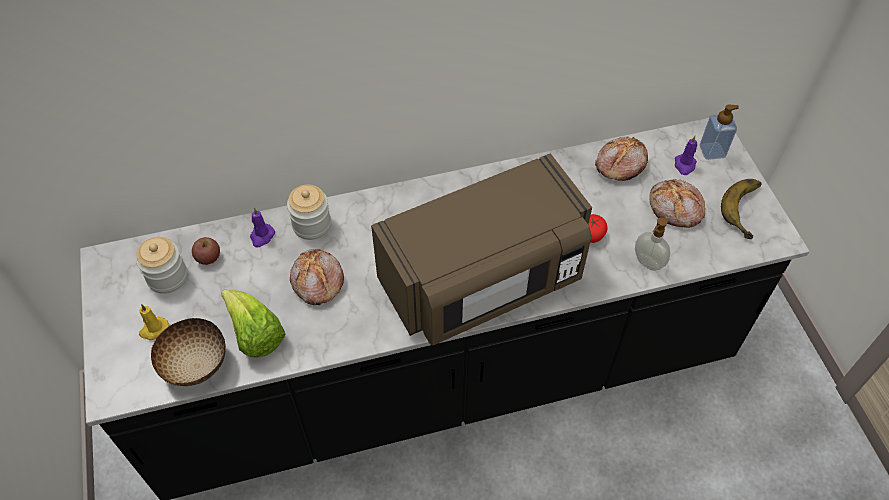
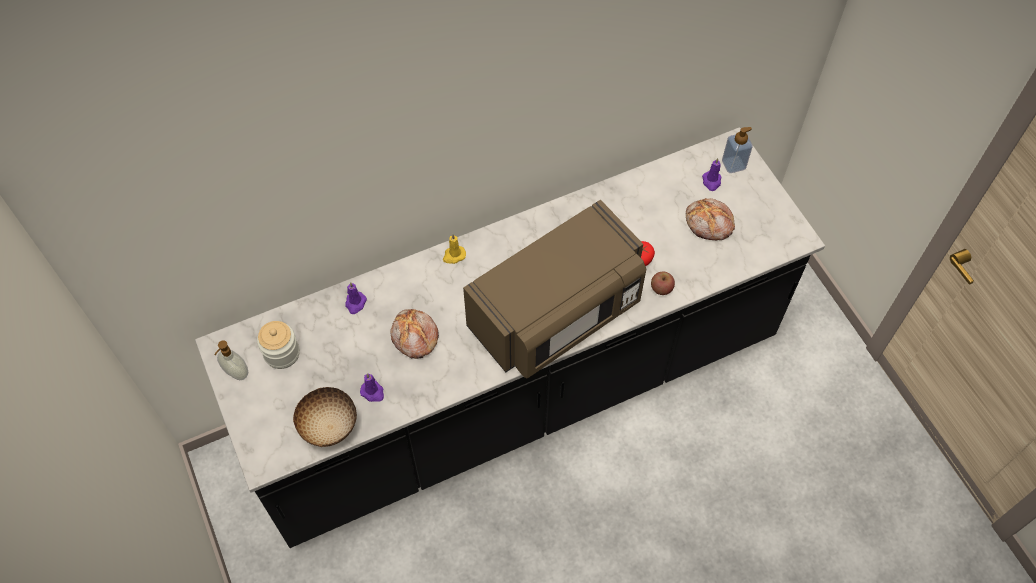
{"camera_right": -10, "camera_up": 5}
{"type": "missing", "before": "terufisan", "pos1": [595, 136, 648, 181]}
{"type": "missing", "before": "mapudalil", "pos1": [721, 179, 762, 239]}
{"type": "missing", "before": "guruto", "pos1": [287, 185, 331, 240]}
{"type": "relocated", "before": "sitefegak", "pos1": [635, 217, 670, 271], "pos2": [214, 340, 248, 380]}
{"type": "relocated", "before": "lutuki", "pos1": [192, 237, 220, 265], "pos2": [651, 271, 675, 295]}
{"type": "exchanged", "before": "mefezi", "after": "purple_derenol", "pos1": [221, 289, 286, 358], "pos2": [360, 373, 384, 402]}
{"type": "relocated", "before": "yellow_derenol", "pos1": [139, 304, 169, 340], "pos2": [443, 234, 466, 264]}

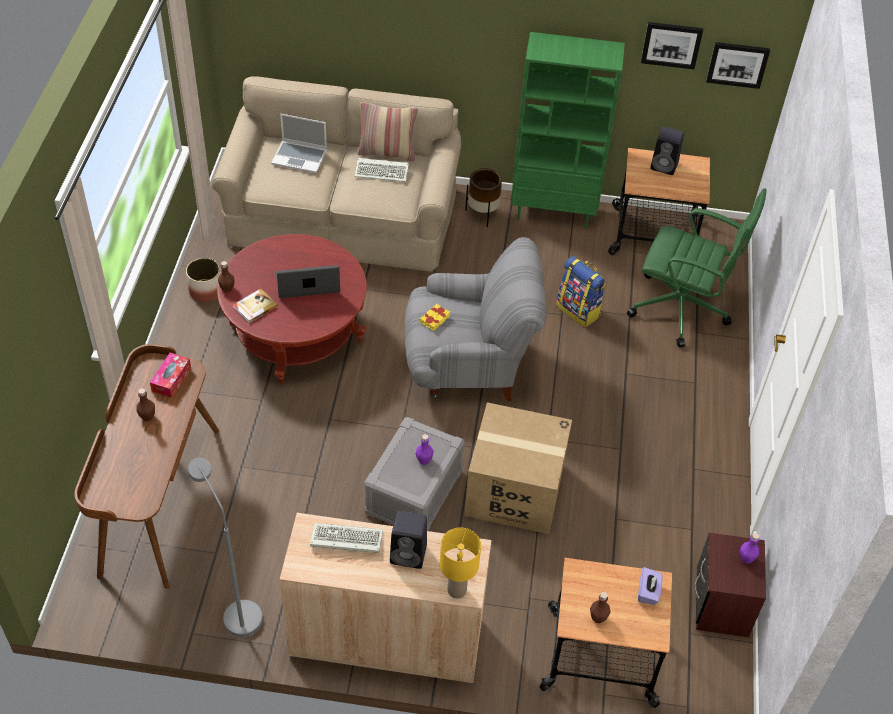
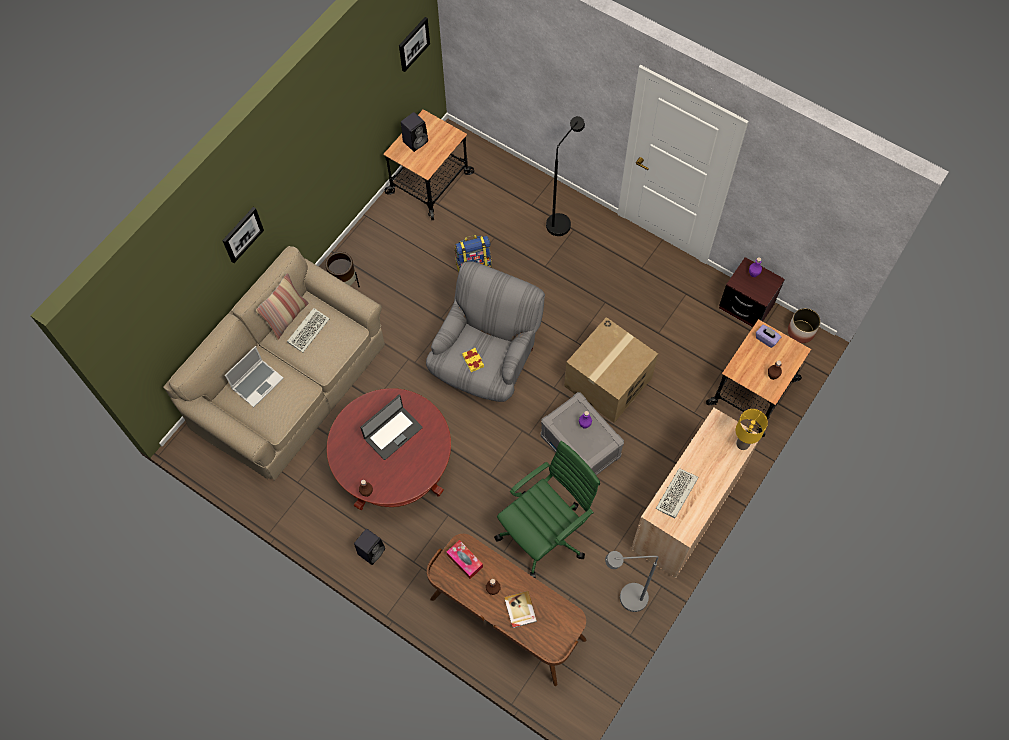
{"camera_right": -60, "camera_up": 15}
{"type": "relocated", "before": "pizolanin", "pos1": [641, 22, 703, 69], "pos2": [222, 207, 264, 263]}
{"type": "missing", "before": "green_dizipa", "pos1": [511, 32, 625, 229]}
{"type": "relocated", "before": "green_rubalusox", "pos1": [627, 188, 766, 348], "pos2": [494, 441, 600, 579]}
{"type": "relocated", "before": "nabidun", "pos1": [186, 258, 221, 302], "pos2": [788, 308, 821, 343]}
{"type": "spun", "before": "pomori", "pos1": [276, 265, 340, 298], "pos2": [360, 395, 423, 460], "turn": -150}
{"type": "relocated", "before": "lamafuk", "pos1": [233, 289, 278, 323], "pos2": [504, 591, 537, 628]}
{"type": "relocated", "before": "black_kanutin", "pos1": [390, 511, 427, 569], "pos2": [354, 529, 385, 565]}
{"type": "appeared", "after": "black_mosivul", "pos2": [546, 116, 585, 236]}

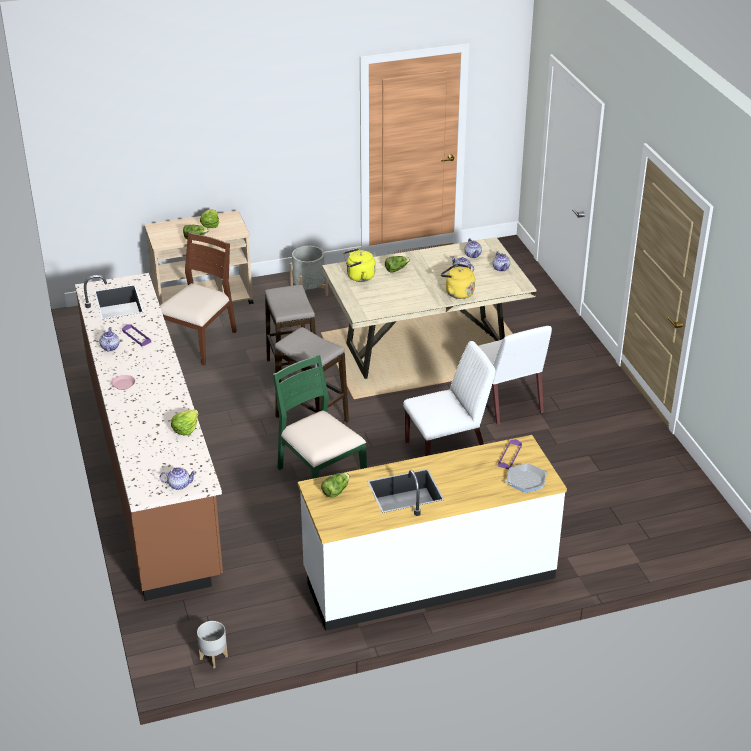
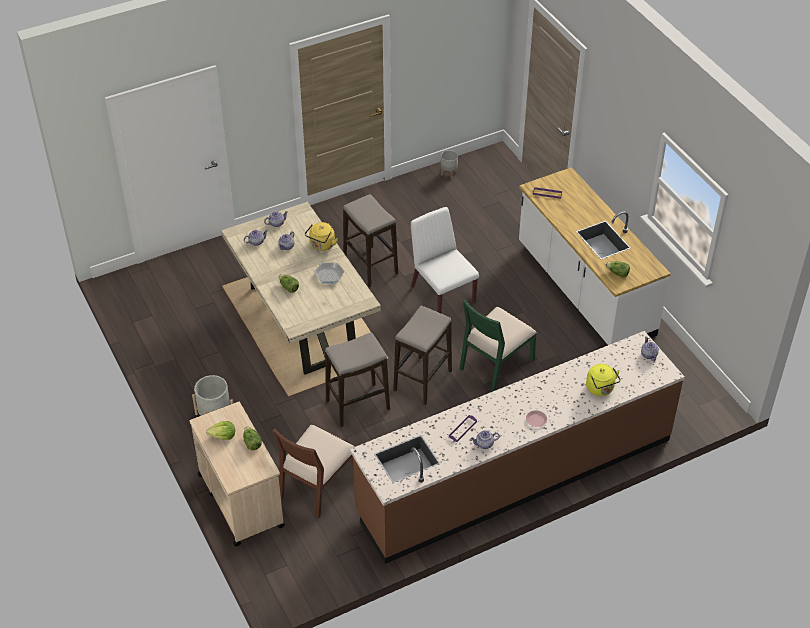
{"camera_right": -100, "camera_up": 10}
{"type": "spun", "before": "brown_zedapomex", "pos1": [160, 232, 237, 365], "pos2": [273, 425, 355, 519], "turn": -75}
{"type": "relocated", "before": "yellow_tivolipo", "pos1": [343, 248, 375, 282], "pos2": [586, 364, 621, 396]}
{"type": "exchanged", "before": "white_zedapomex", "after": "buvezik", "pos1": [479, 326, 552, 425], "pos2": [343, 194, 398, 287]}
{"type": "missing", "before": "mefezi", "pos1": [171, 409, 198, 435]}
{"type": "relocated", "before": "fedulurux", "pos1": [505, 463, 548, 493], "pos2": [314, 262, 344, 284]}
{"type": "relocated", "before": "grey_nabidun", "pos1": [197, 621, 228, 668], "pos2": [441, 150, 458, 179]}

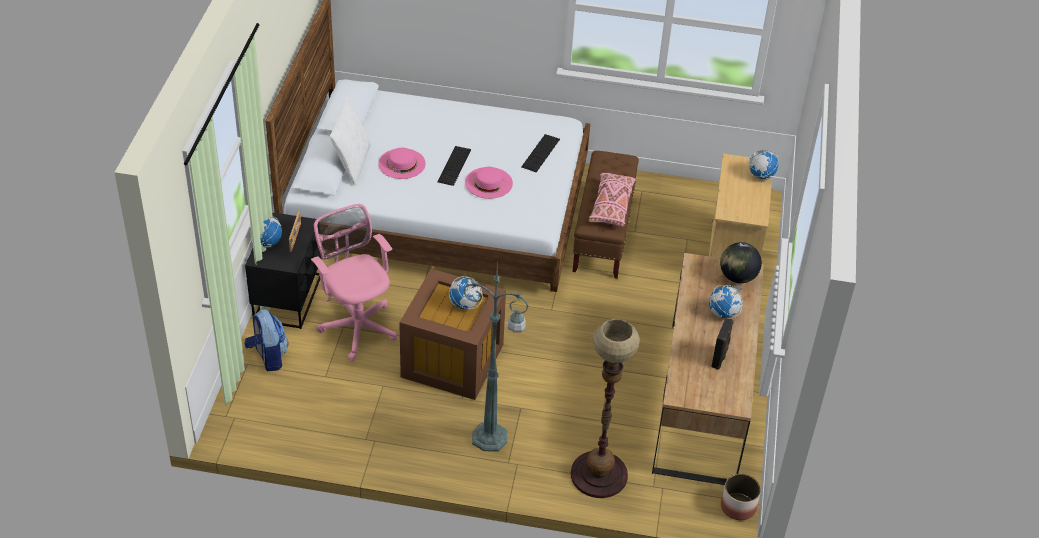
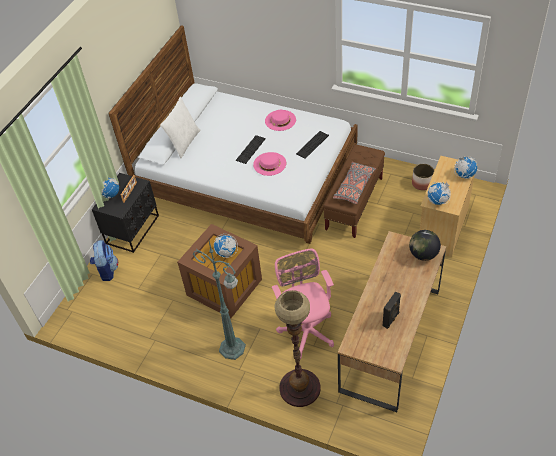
{"camera_right": 20, "camera_up": 5}
{"type": "relocated", "before": "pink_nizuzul", "pos1": [378, 148, 426, 179], "pos2": [265, 110, 296, 131]}
{"type": "colour", "before": "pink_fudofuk", "after": "grey_fudofuk", "pos1": [589, 172, 636, 227], "pos2": [333, 162, 376, 204]}
{"type": "relocated", "before": "pink_rubalusox", "pos1": [311, 204, 397, 361], "pos2": [272, 249, 334, 360]}
{"type": "relocated", "before": "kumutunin", "pos1": [709, 283, 743, 318], "pos2": [427, 182, 451, 205]}
{"type": "relocated", "before": "nabidun", "pos1": [721, 474, 761, 520], "pos2": [412, 164, 434, 191]}

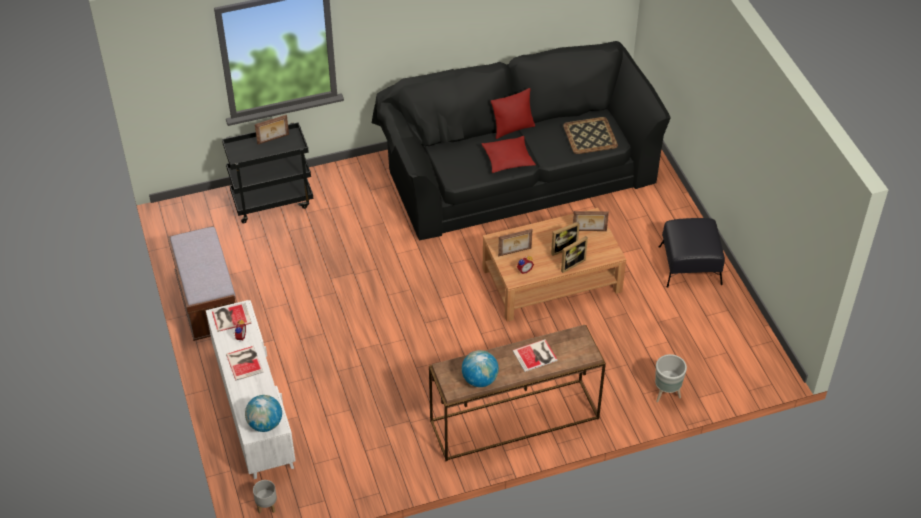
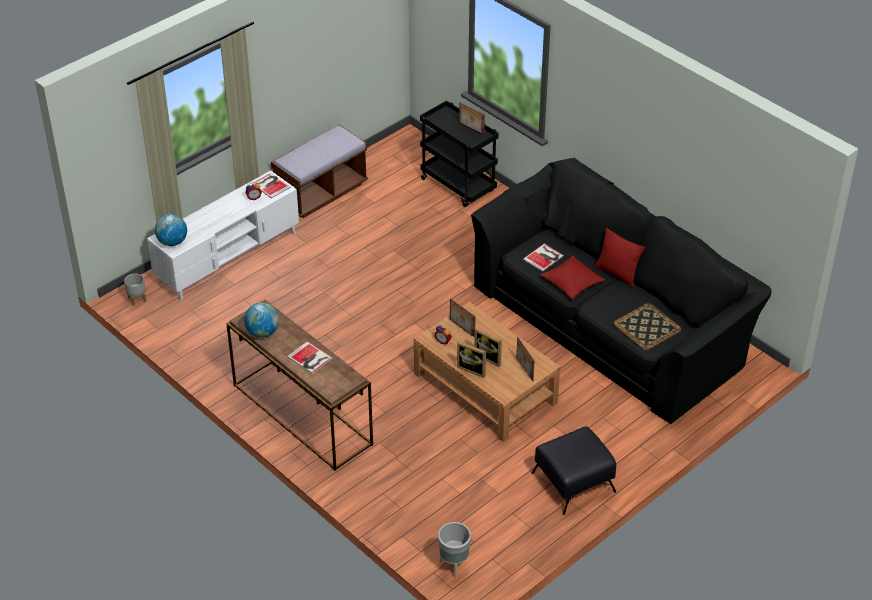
{"camera_right": 65, "camera_up": -5}
{"type": "relocated", "before": "lamafuk", "pos1": [226, 346, 264, 381], "pos2": [523, 244, 564, 272]}
{"type": "relocated", "before": "grey_nabidun", "pos1": [655, 354, 687, 402], "pos2": [438, 522, 471, 579]}

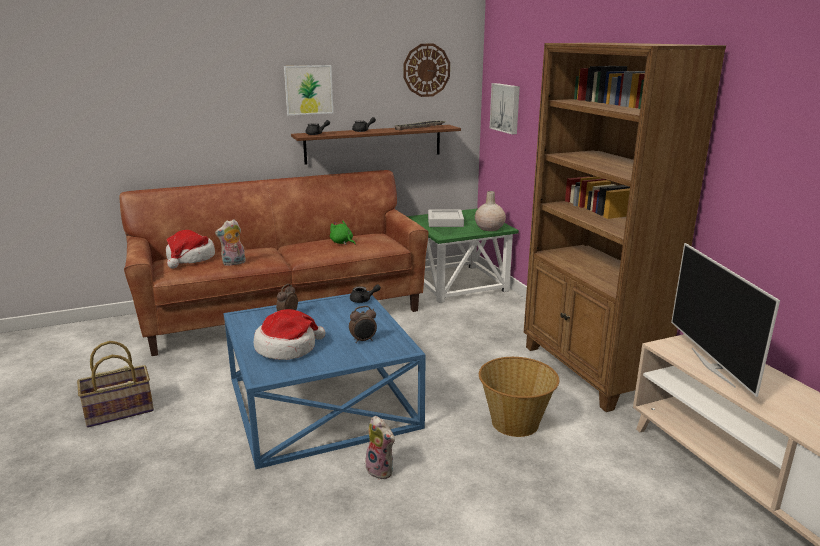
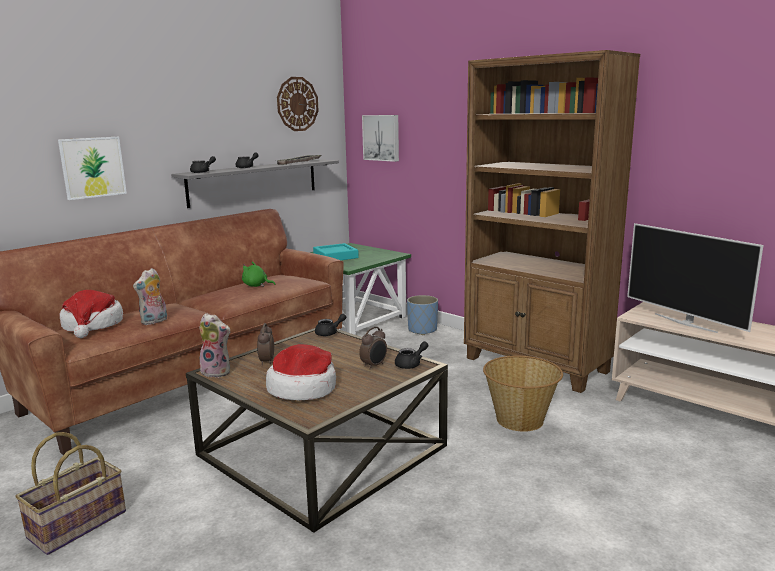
{"camera_right": -25, "camera_up": -5}
{"type": "relocated", "before": "pizolanin", "pos1": [284, 65, 333, 115], "pos2": [58, 137, 127, 200]}
{"type": "colour", "before": "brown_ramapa", "after": "grey_ramapa", "pos1": [291, 125, 461, 165], "pos2": [171, 159, 339, 208]}
{"type": "missing", "before": "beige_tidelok", "pos1": [475, 191, 506, 231]}
{"type": "colour", "before": "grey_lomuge", "after": "turquoise_lomuge", "pos1": [428, 210, 464, 227], "pos2": [313, 243, 359, 260]}
{"type": "colour", "before": "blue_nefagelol", "after": "brown_nefagelol", "pos1": [223, 291, 426, 469], "pos2": [186, 328, 448, 533]}
{"type": "relocated", "before": "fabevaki", "pos1": [366, 416, 395, 480], "pos2": [200, 313, 231, 378]}
{"type": "appeared", "after": "blue_nabidun", "pos2": [407, 295, 438, 335]}
{"type": "appeared", "after": "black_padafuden", "pos2": [395, 341, 429, 369]}

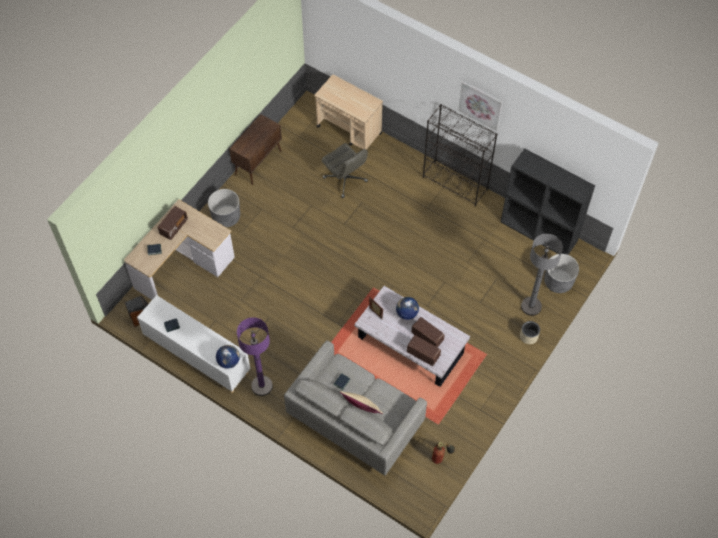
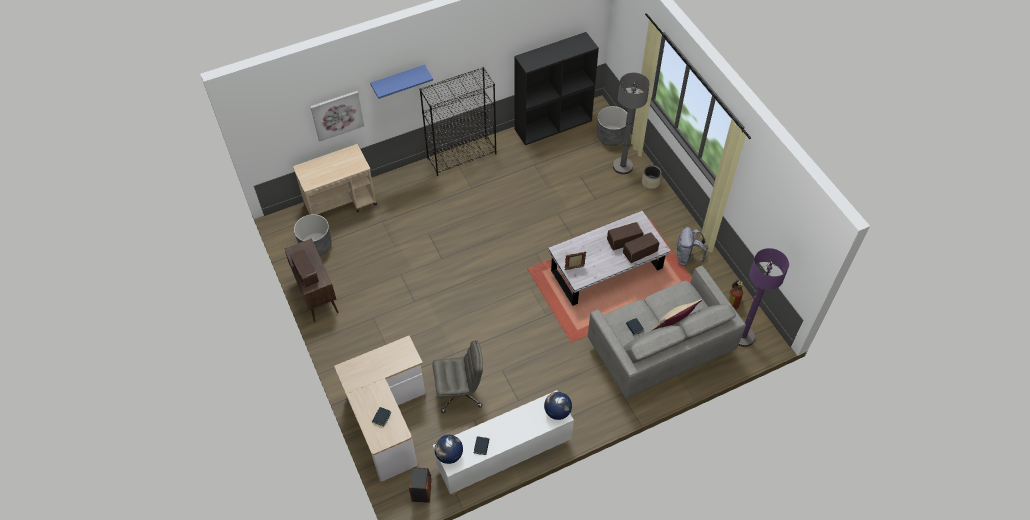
{"camera_right": -60, "camera_up": -5}
{"type": "relocated", "before": "pizolanin", "pos1": [458, 81, 503, 131], "pos2": [310, 91, 364, 142]}
{"type": "relocated", "before": "grey_rubalusox", "pos1": [322, 143, 368, 198], "pos2": [432, 340, 483, 413]}
{"type": "relocated", "before": "grey_nabidun", "pos1": [208, 189, 240, 228], "pos2": [294, 214, 332, 256]}
{"type": "relocated", "before": "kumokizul", "pos1": [158, 206, 188, 240], "pos2": [290, 250, 319, 287]}
{"type": "relocated", "before": "kumutunin", "pos1": [396, 297, 419, 320], "pos2": [434, 435, 463, 464]}
{"type": "relocated", "before": "purple_mosivul", "pos1": [237, 317, 273, 396], "pos2": [739, 248, 789, 347]}
{"type": "appeared", "after": "blue_ramapa", "pos2": [370, 65, 433, 99]}
{"type": "appeared", "after": "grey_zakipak", "pos2": [676, 227, 706, 266]}

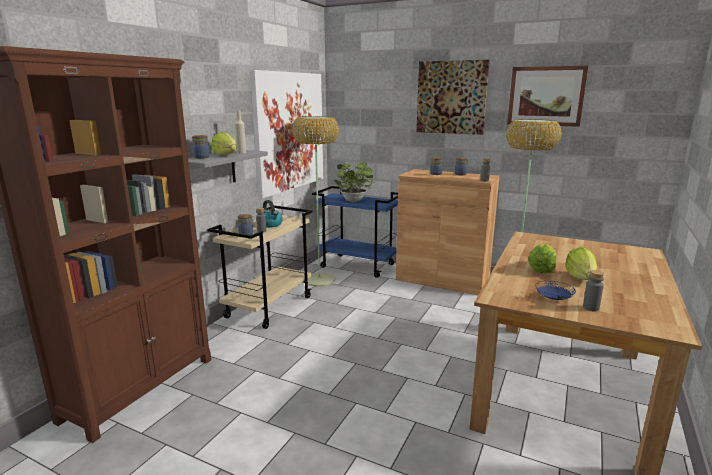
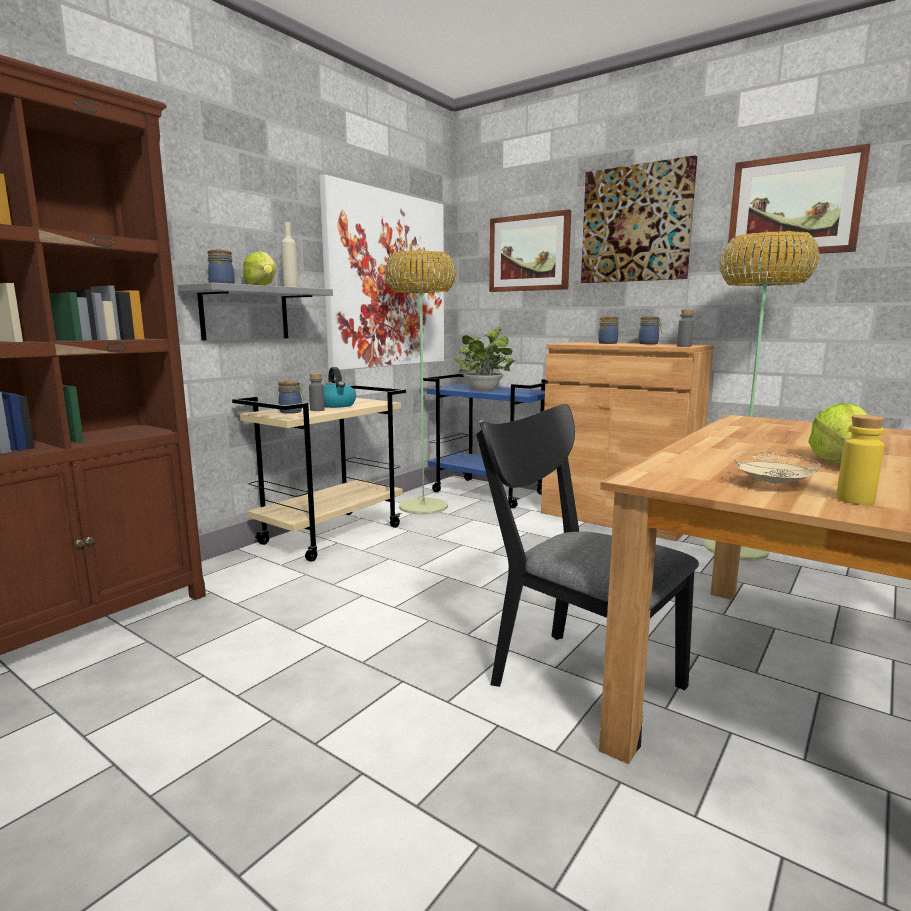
{"camera_right": 10, "camera_up": -5}
{"type": "missing", "before": "mefezi", "pos1": [528, 244, 557, 273]}
{"type": "colour", "before": "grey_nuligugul", "after": "yellow_nuligugul", "pos1": [583, 270, 604, 311], "pos2": [836, 415, 885, 505]}
{"type": "colour", "before": "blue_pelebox", "after": "beige_pelebox", "pos1": [535, 281, 576, 300], "pos2": [732, 452, 821, 486]}
{"type": "appeared", "after": "pizolanin", "pos2": [489, 209, 571, 292]}
{"type": "appeared", "after": "black_zedapomex", "pos2": [476, 404, 699, 752]}

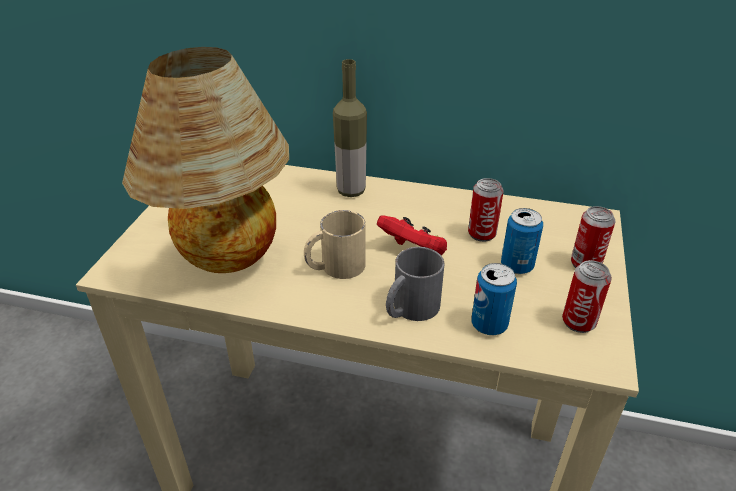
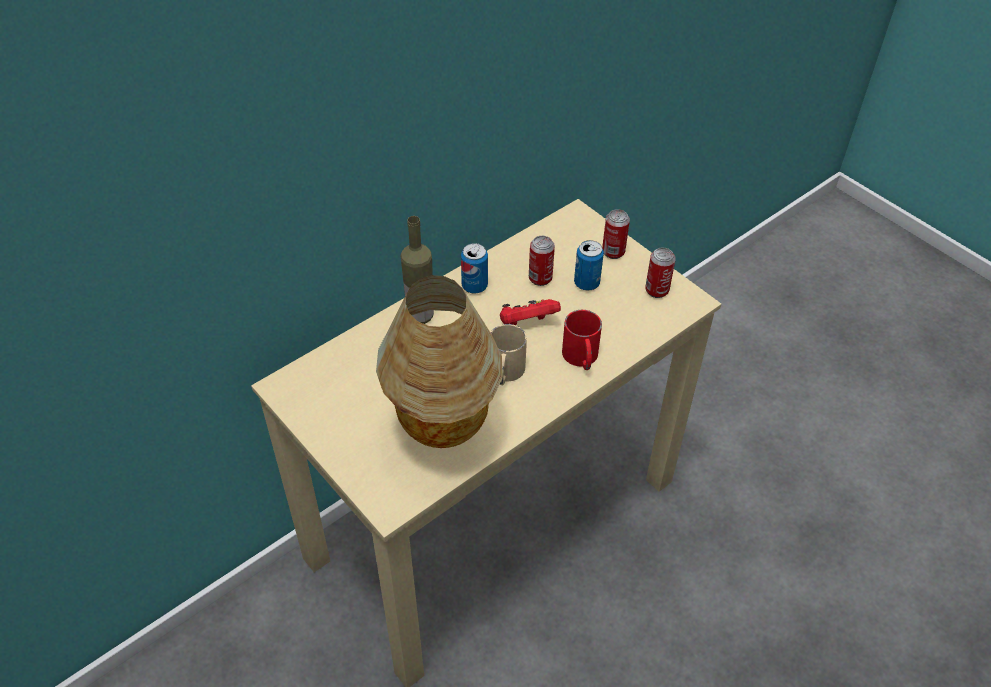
{"camera_right": -55, "camera_up": 10}
{"type": "colour", "before": "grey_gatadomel", "after": "red_gatadomel", "pos1": [386, 247, 444, 321], "pos2": [562, 310, 602, 370]}
{"type": "relocated", "before": "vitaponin", "pos1": [471, 263, 517, 335], "pos2": [461, 243, 488, 294]}

